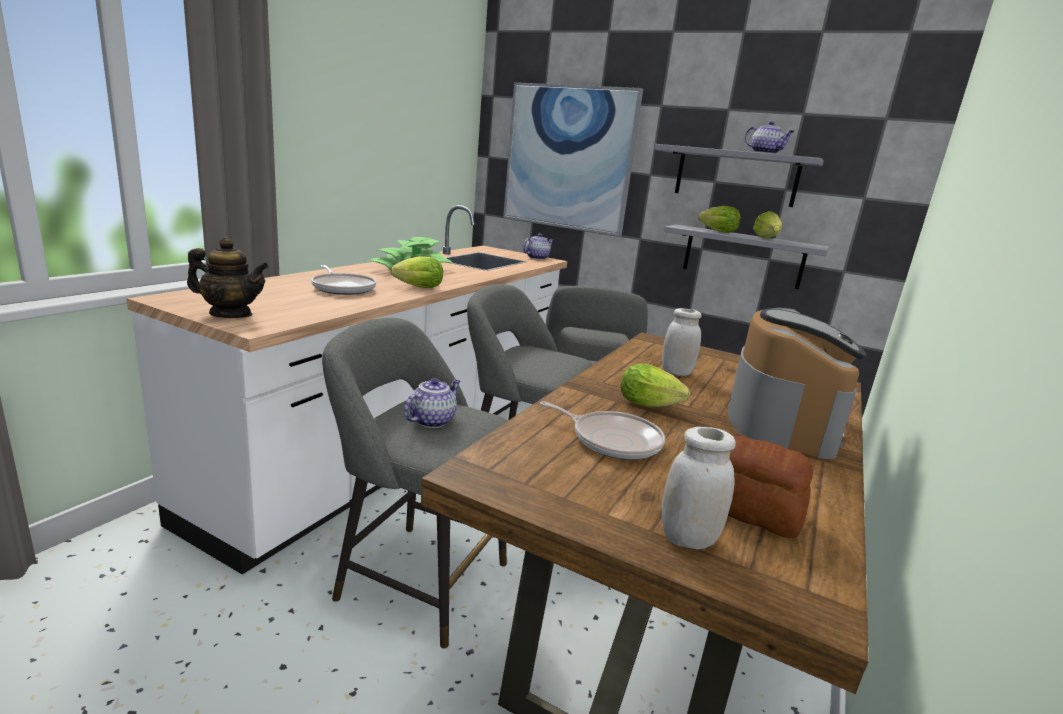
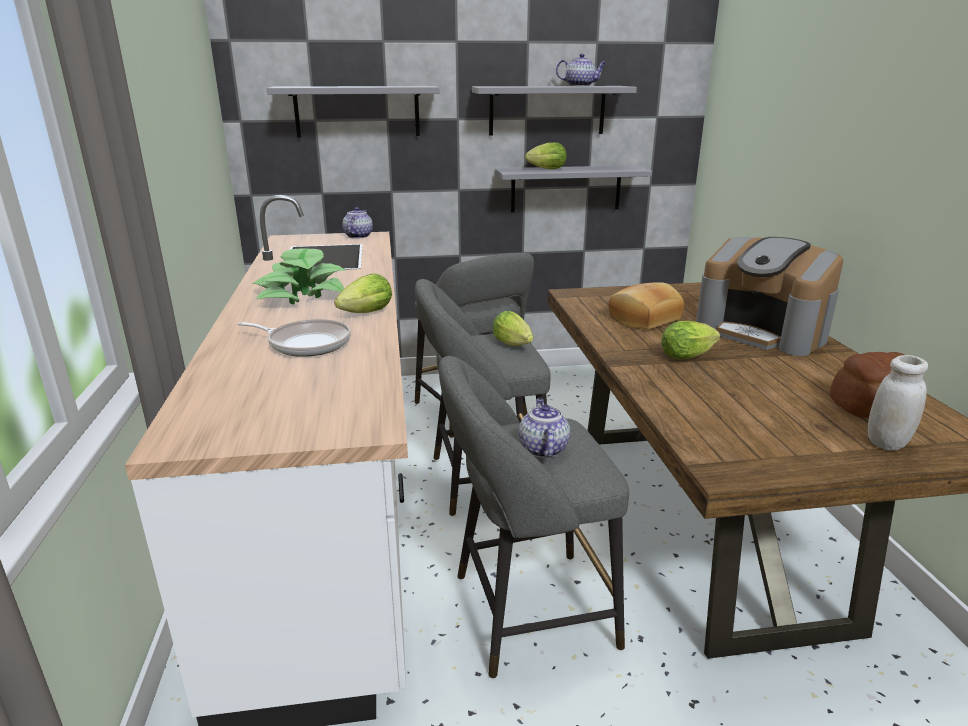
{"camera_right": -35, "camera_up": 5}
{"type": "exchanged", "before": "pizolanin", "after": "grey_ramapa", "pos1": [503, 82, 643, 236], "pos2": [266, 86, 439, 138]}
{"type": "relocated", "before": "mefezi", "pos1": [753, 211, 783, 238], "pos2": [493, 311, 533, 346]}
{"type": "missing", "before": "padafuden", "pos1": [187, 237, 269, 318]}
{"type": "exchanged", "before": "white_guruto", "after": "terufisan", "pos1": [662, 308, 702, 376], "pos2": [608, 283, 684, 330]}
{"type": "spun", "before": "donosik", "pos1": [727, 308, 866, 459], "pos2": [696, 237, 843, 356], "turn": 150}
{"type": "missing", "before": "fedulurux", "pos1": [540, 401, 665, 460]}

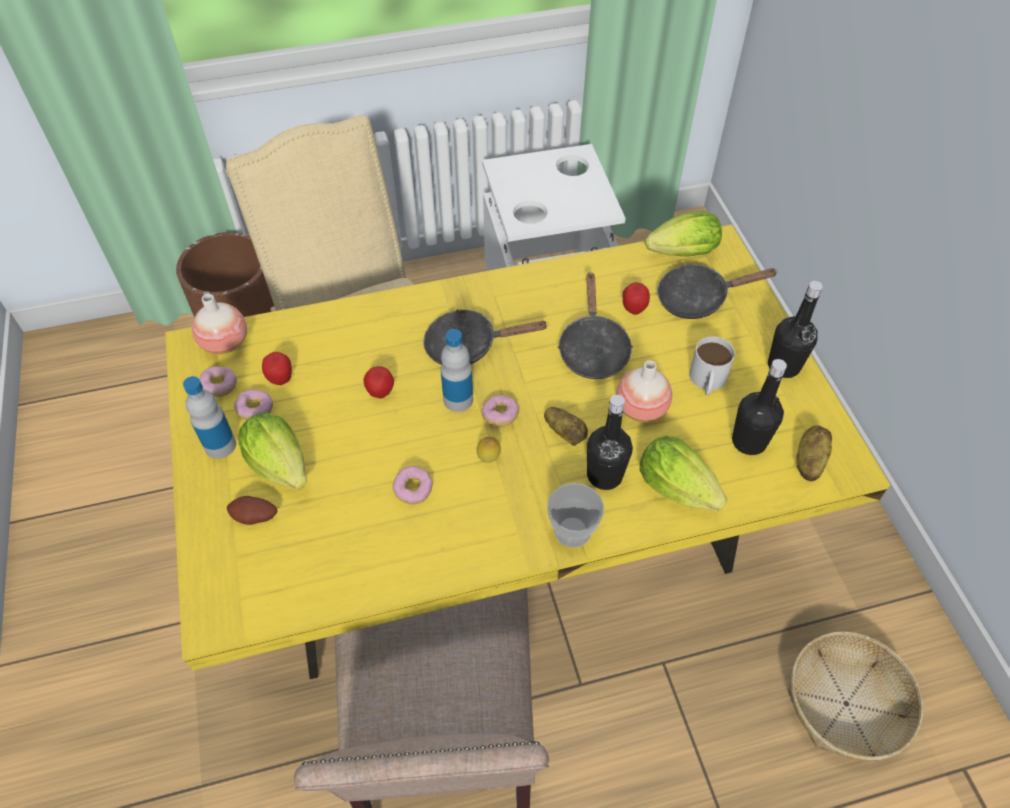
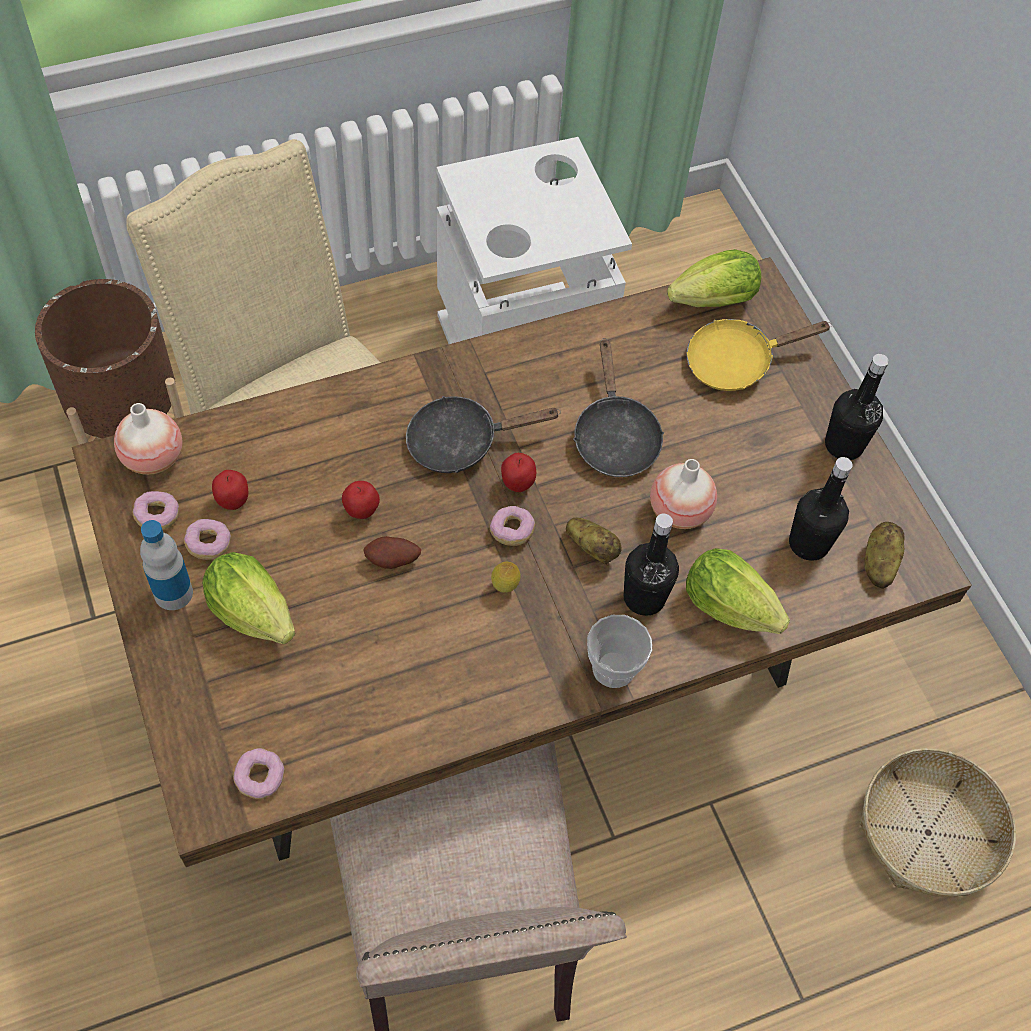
{"camera_right": -10, "camera_up": 5}
{"type": "colour", "before": "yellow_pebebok", "after": "brown_pebebok", "pos1": [165, 224, 890, 679], "pos2": [72, 257, 972, 867]}
{"type": "colour", "before": "black_fedulurux", "after": "yellow_fedulurux", "pos1": [657, 265, 778, 319], "pos2": [686, 319, 832, 391]}
{"type": "relocated", "before": "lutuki", "pos1": [623, 282, 650, 315], "pos2": [501, 453, 536, 492]}
{"type": "missing", "before": "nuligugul", "pos1": [441, 329, 473, 412]}
{"type": "missing", "before": "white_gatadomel", "pos1": [689, 336, 735, 396]}
{"type": "relocated", "before": "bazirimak", "pos1": [393, 466, 433, 505], "pos2": [233, 748, 285, 799]}
{"type": "relocated", "before": "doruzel", "pos1": [227, 496, 277, 525], "pos2": [363, 536, 421, 569]}

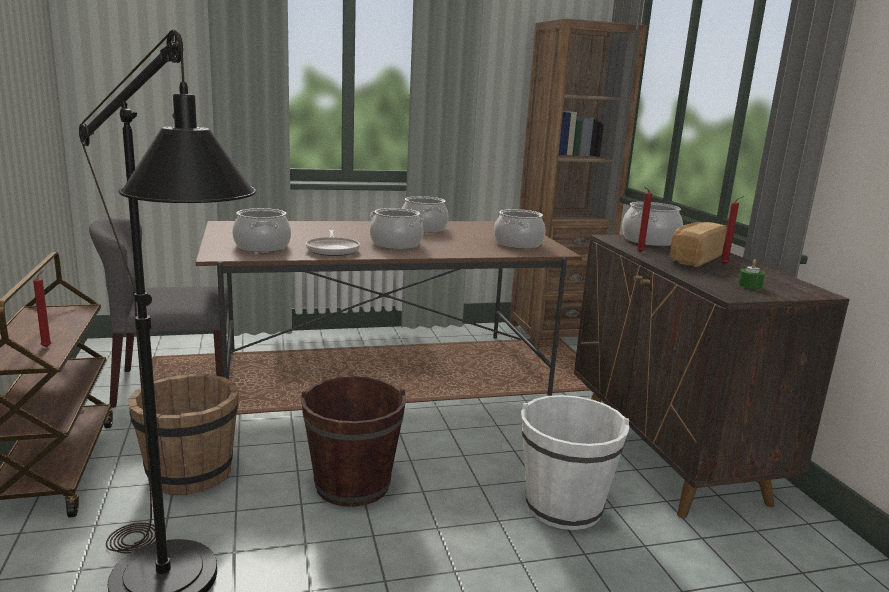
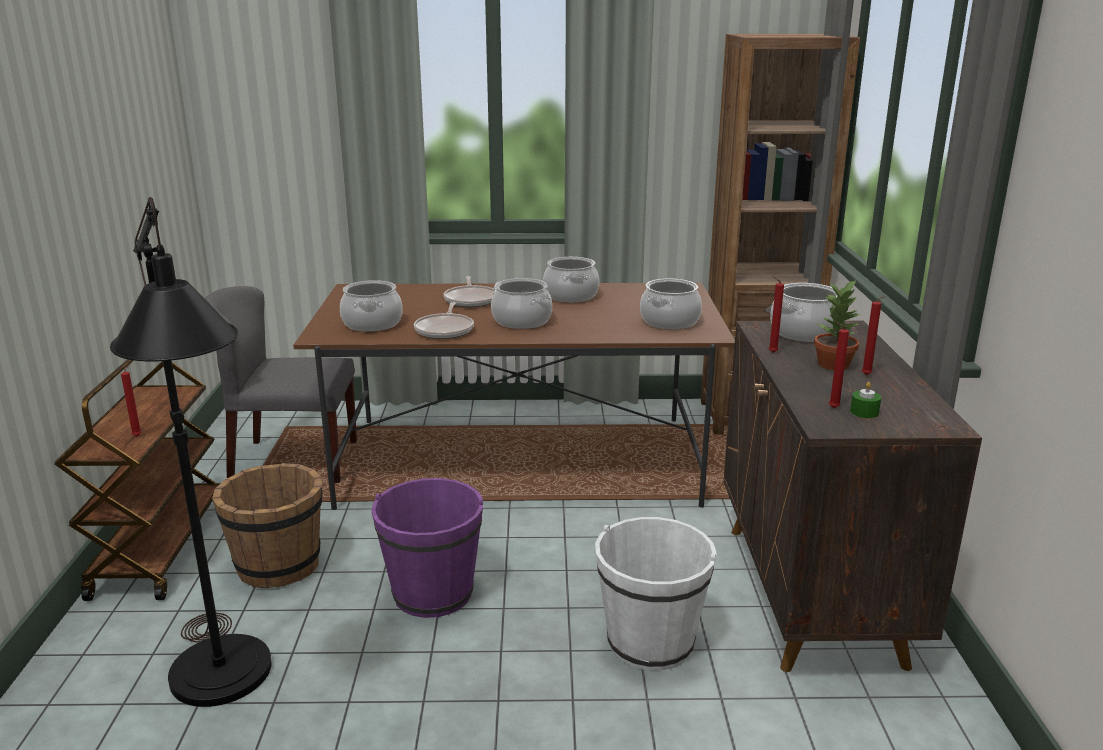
{"camera_right": 15, "camera_up": 5}
{"type": "exchanged", "before": "terufisan", "after": "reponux", "pos1": [670, 222, 727, 267], "pos2": [814, 279, 861, 370]}
{"type": "colour", "before": "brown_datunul", "after": "purple_datunul", "pos1": [301, 377, 406, 507], "pos2": [371, 478, 483, 618]}
{"type": "appeared", "after": "fedulurux", "pos2": [444, 276, 494, 307]}
{"type": "appeared", "after": "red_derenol", "pos2": [829, 322, 849, 408]}

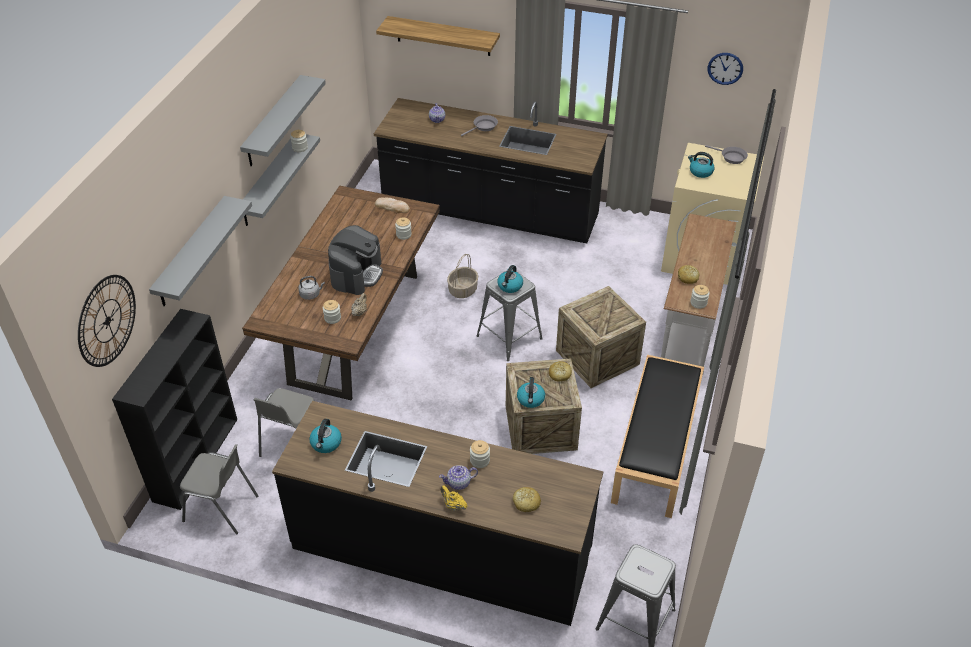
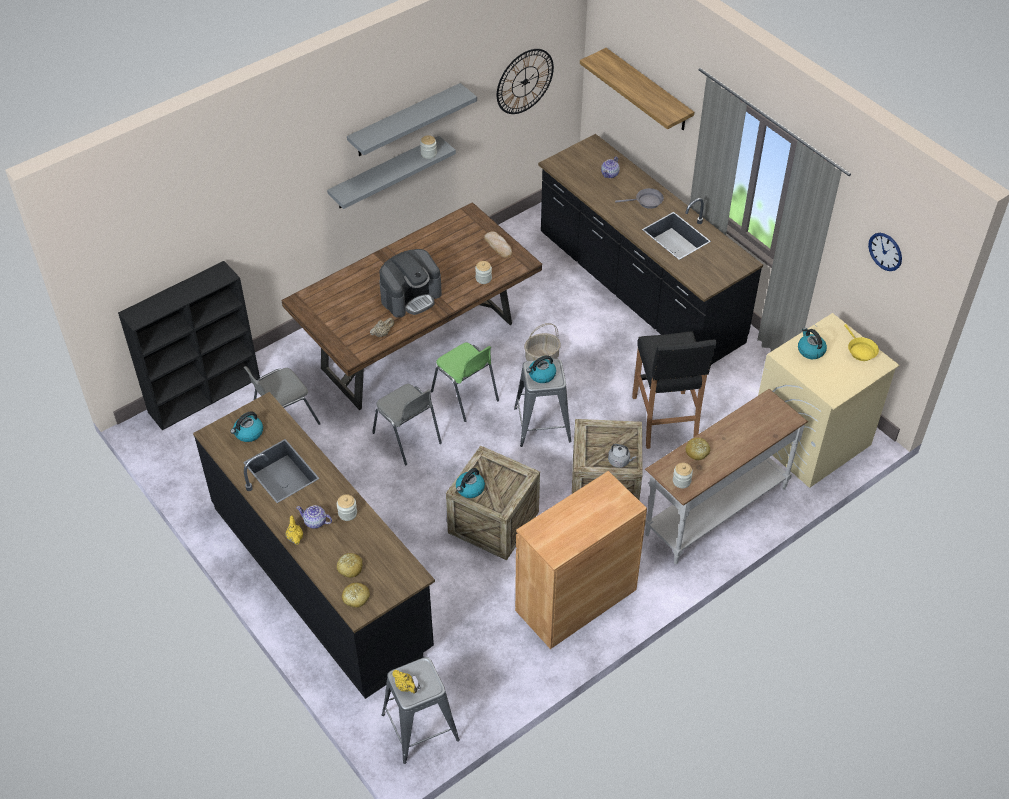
{"camera_right": 35, "camera_up": 5}
{"type": "colour", "before": "grey_fedulurux", "after": "yellow_fedulurux", "pos1": [705, 145, 748, 164], "pos2": [844, 324, 879, 361]}
{"type": "missing", "before": "grey_ramapa", "pos1": [149, 196, 252, 306]}
{"type": "relocated", "before": "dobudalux", "pos1": [78, 275, 136, 367], "pos2": [497, 49, 554, 114]}
{"type": "relocated", "before": "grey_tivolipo", "pos1": [298, 276, 325, 300], "pos2": [608, 444, 636, 468]}
{"type": "missing", "before": "guruto", "pos1": [323, 300, 341, 324]}
{"type": "exchanged", "before": "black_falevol", "after": "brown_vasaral", "pos1": [611, 355, 704, 518], "pos2": [515, 471, 647, 649]}
{"type": "relocated", "before": "terufisan", "pos1": [549, 361, 572, 381], "pos2": [342, 583, 370, 608]}
{"type": "relocated", "before": "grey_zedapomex", "pos1": [180, 444, 258, 534], "pos2": [372, 384, 442, 465]}
{"type": "appeared", "after": "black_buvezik", "pos2": [632, 331, 717, 449]}
{"type": "appeared", "after": "green_zedapomex", "pos2": [431, 342, 499, 422]}
{"type": "appeared", "after": "yellow_padafuden", "pos2": [392, 670, 417, 693]}

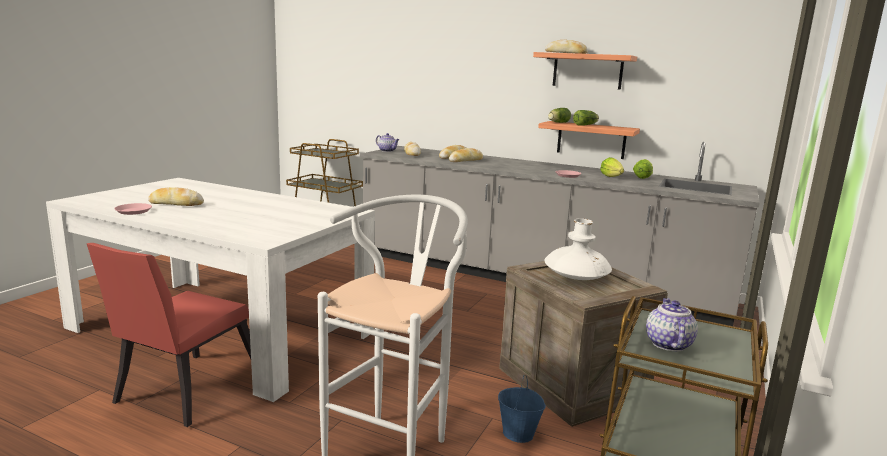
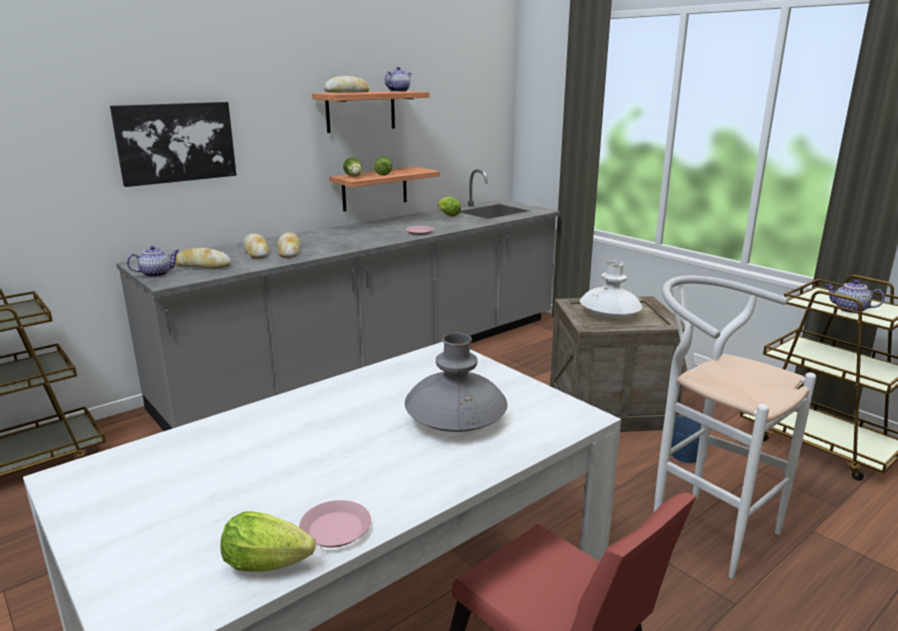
{"camera_right": -65, "camera_up": 5}
{"type": "relocated", "before": "mefezi", "pos1": [600, 157, 624, 177], "pos2": [220, 511, 316, 572]}
{"type": "missing", "before": "terufisan", "pos1": [148, 187, 204, 206]}
{"type": "appeared", "after": "padafuden", "pos2": [384, 67, 412, 92]}
{"type": "appeared", "after": "pizolanin", "pos2": [110, 102, 236, 187]}
{"type": "appeared", "after": "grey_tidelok", "pos2": [405, 333, 507, 432]}

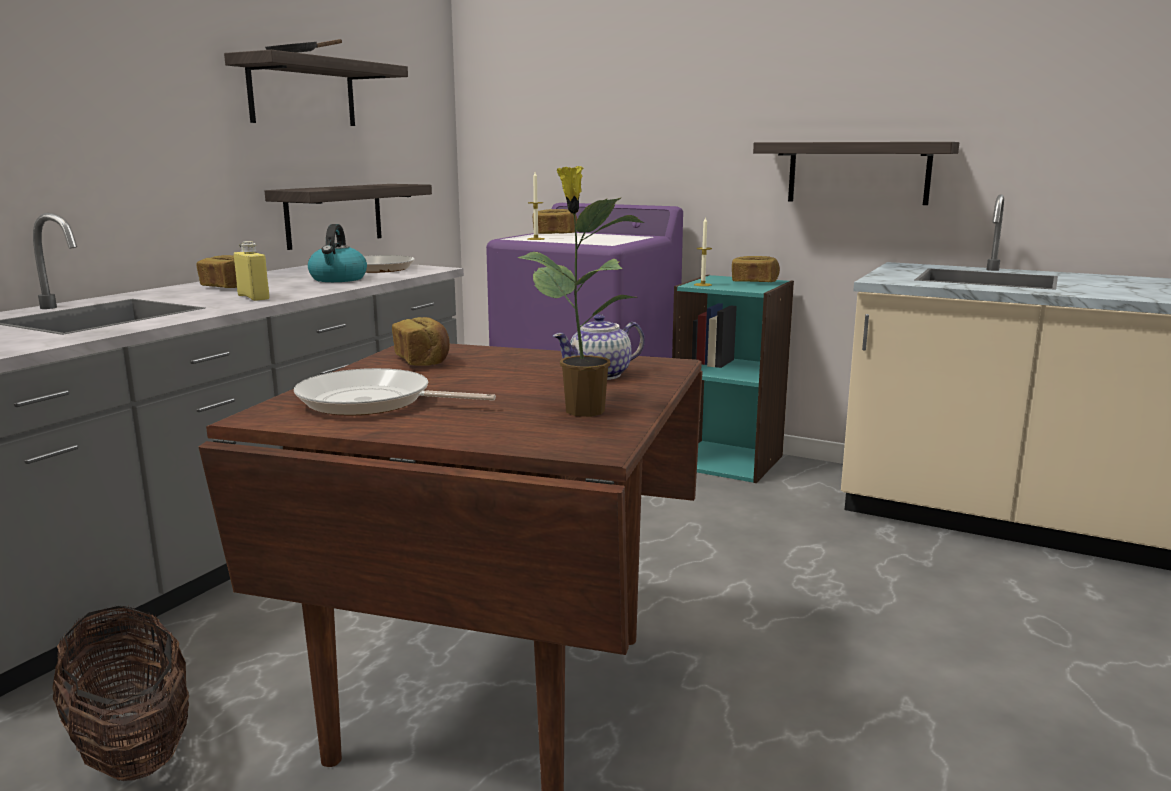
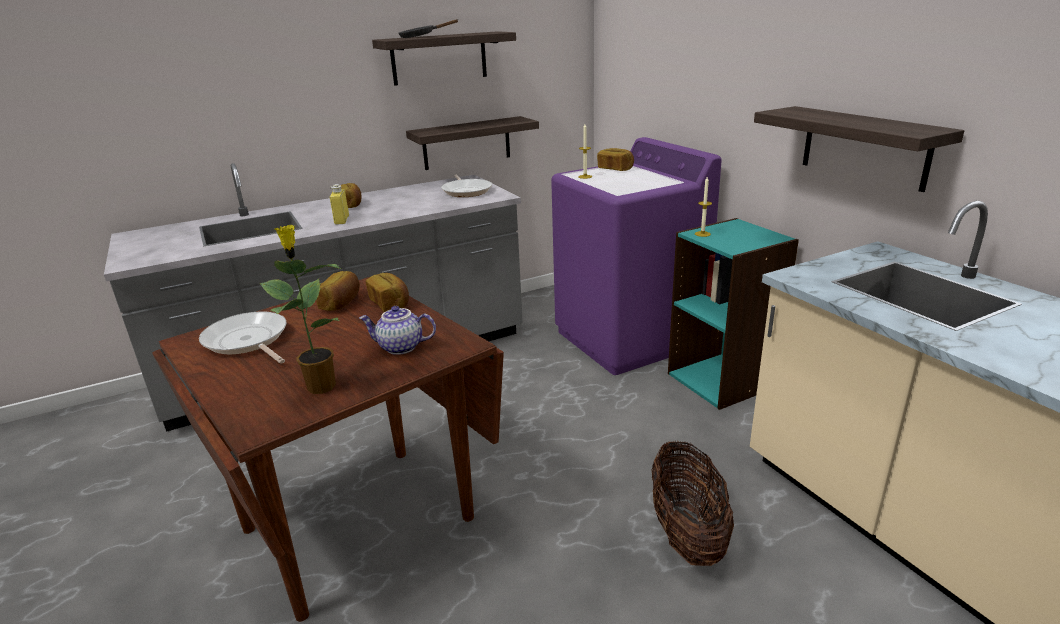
{"camera_right": 35, "camera_up": 10}
{"type": "missing", "before": "tivolipo", "pos1": [308, 224, 367, 282]}
{"type": "relocated", "before": "terufisan", "pos1": [732, 256, 780, 282], "pos2": [366, 273, 409, 312]}
{"type": "relocated", "before": "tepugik", "pos1": [52, 606, 189, 781], "pos2": [651, 441, 734, 566]}

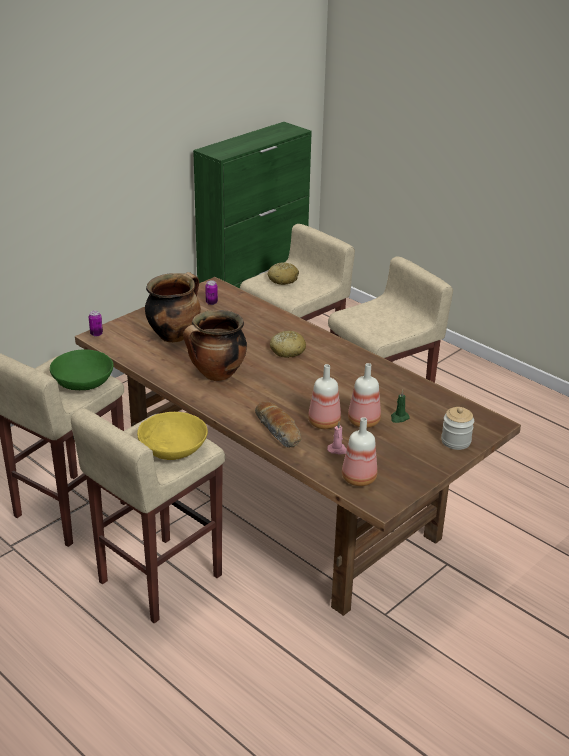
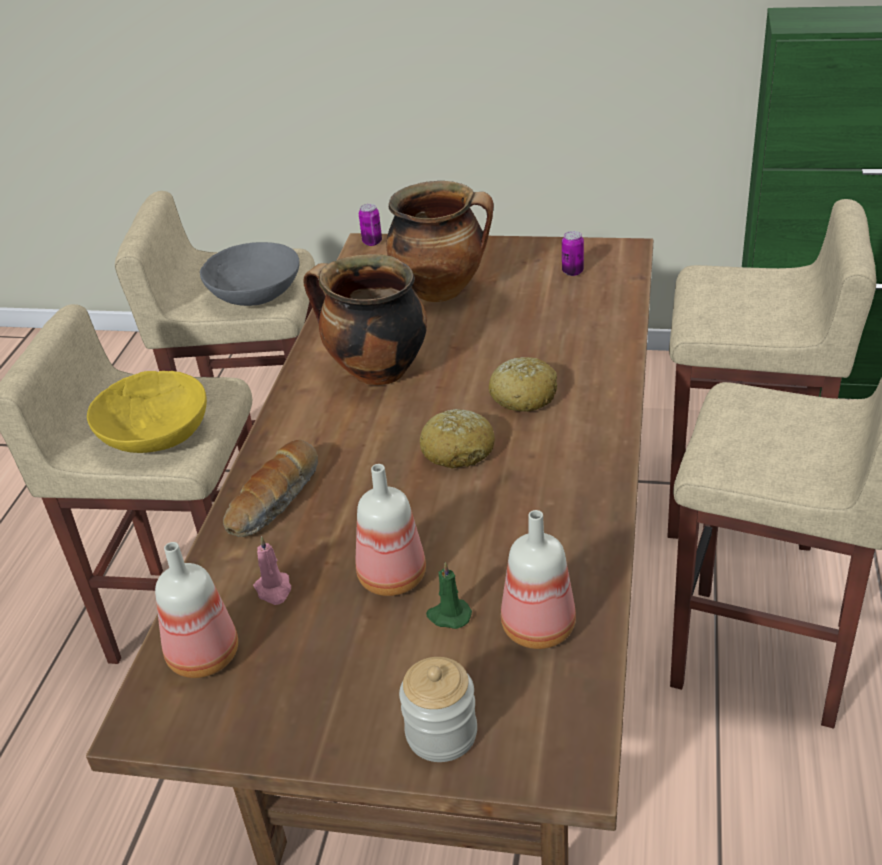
{"camera_right": 60, "camera_up": 5}
{"type": "relocated", "before": "terufisan", "pos1": [267, 262, 299, 285], "pos2": [420, 409, 495, 469]}
{"type": "colour", "before": "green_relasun", "after": "grey_relasun", "pos1": [50, 349, 114, 390], "pos2": [200, 242, 300, 306]}
{"type": "relocated", "before": "nuligugul", "pos1": [308, 364, 341, 429], "pos2": [501, 510, 576, 649]}

